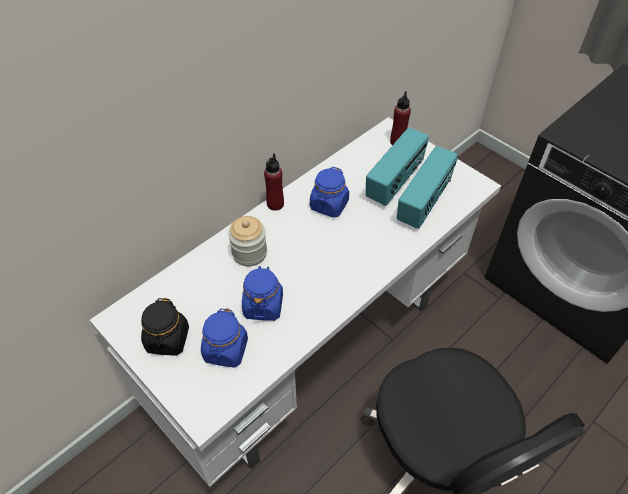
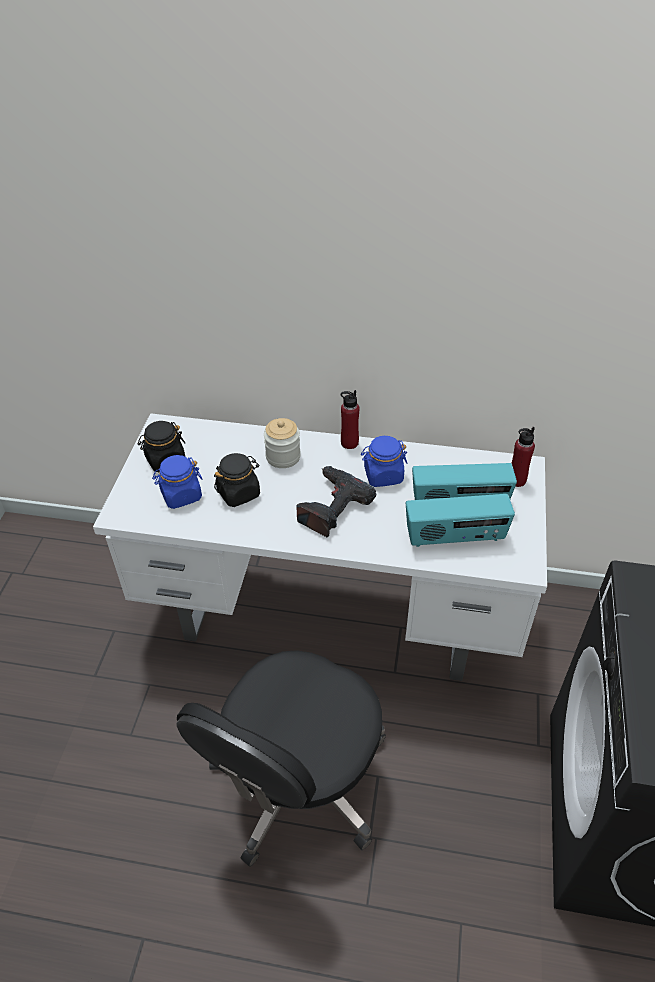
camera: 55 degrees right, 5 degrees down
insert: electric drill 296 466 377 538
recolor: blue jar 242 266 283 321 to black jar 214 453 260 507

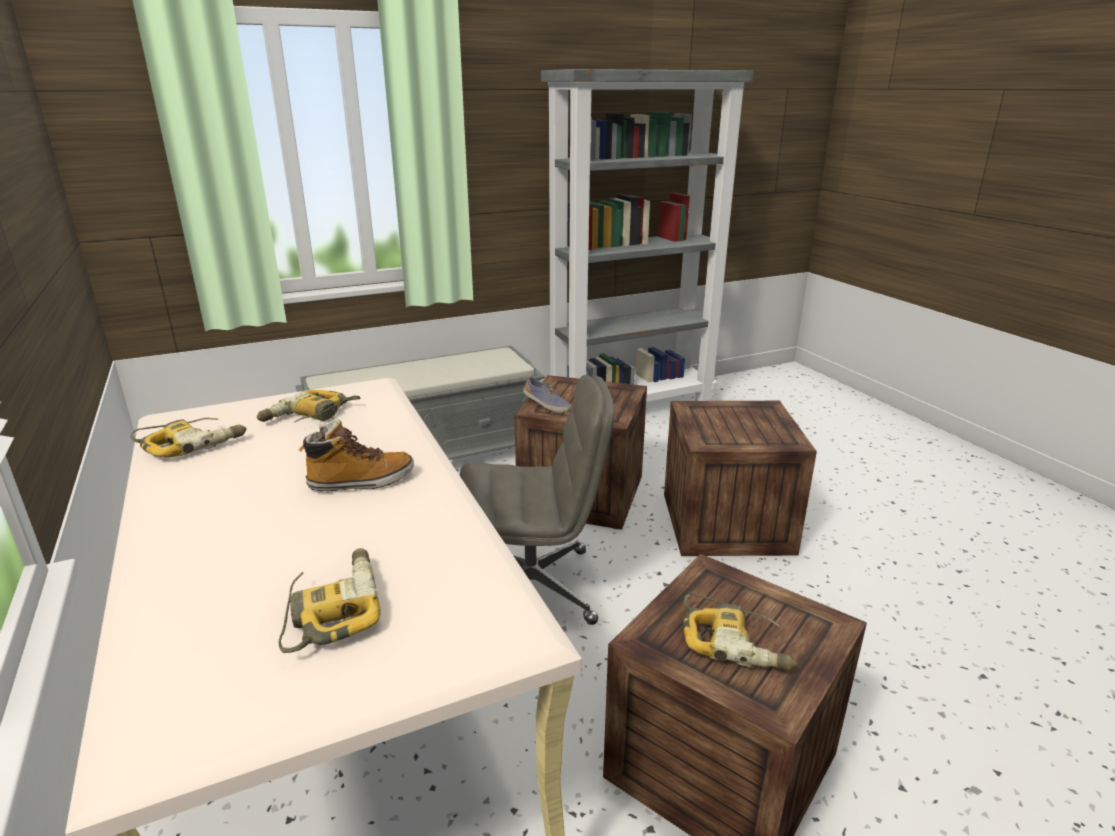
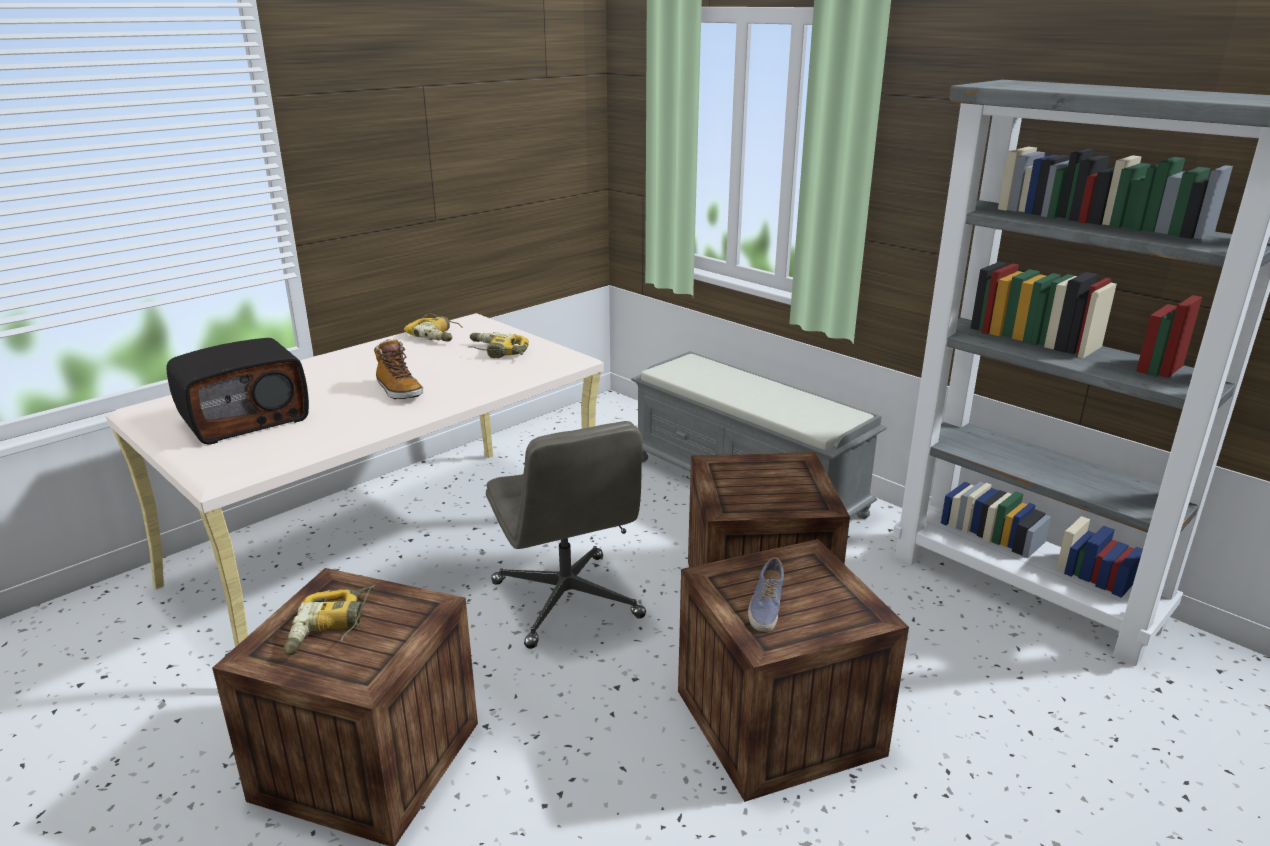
camera: 70 degrees right, 0 degrees up
move: shoe 523 377 572 412 to 748 557 784 632
replace: electric drill 279 548 381 653 to radio set 166 338 309 445

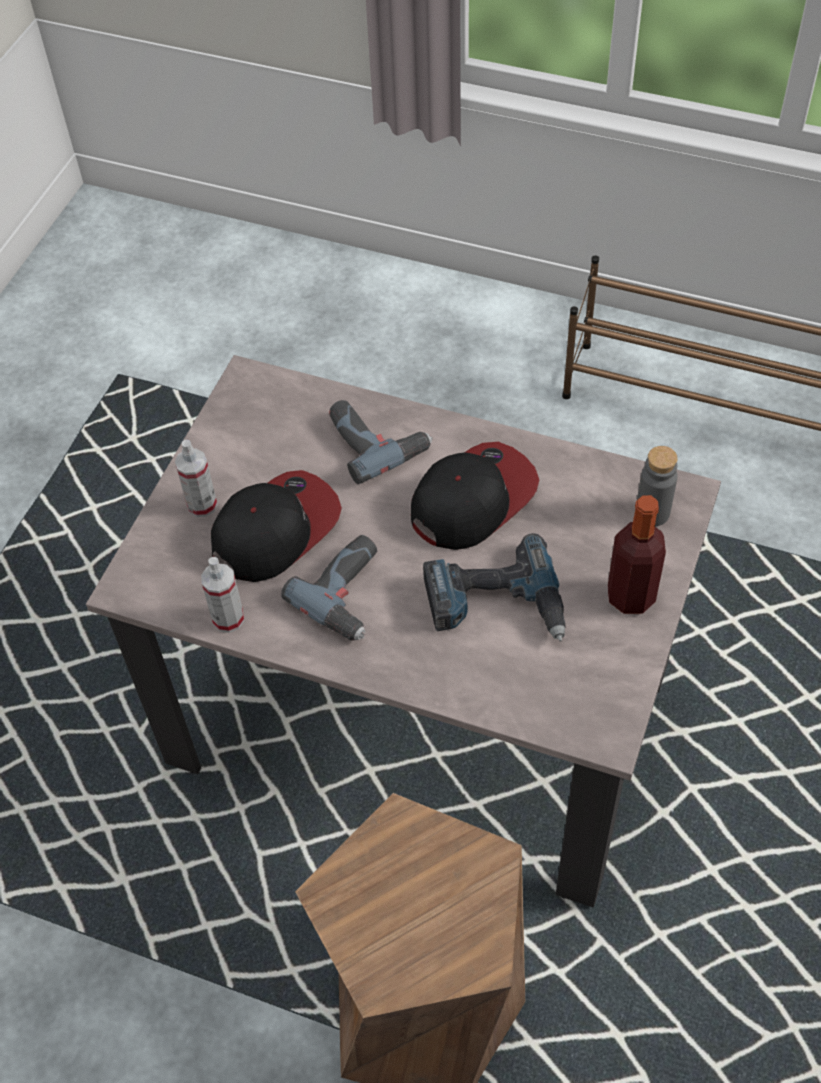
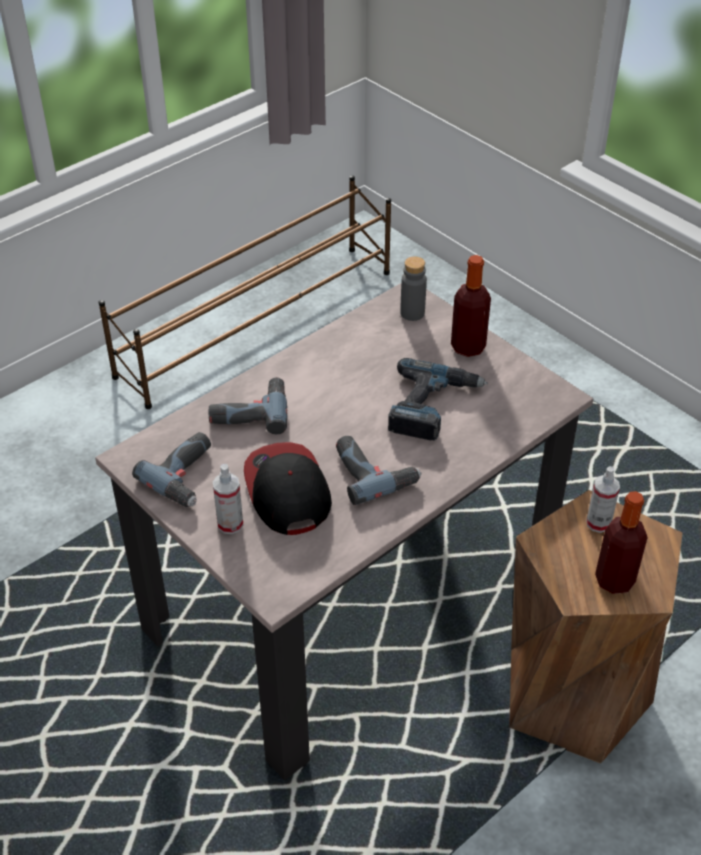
camera: 65 degrees left, 10 degrees down
delete: baseball cap 411 442 539 550
insert: electric drill 132 432 211 507; bottle 595 491 647 594
move: sprayer 201 557 244 633 to 586 466 620 533

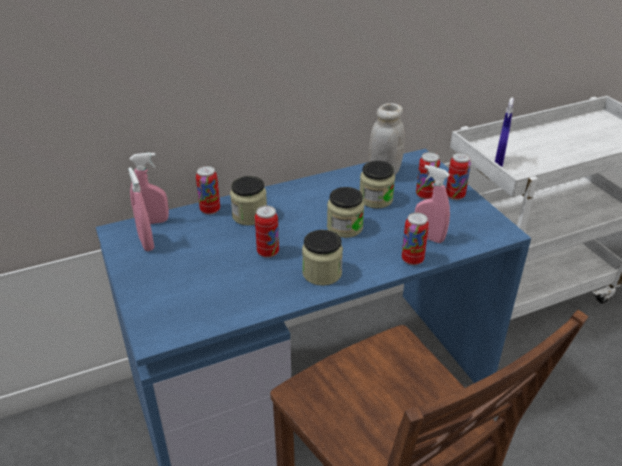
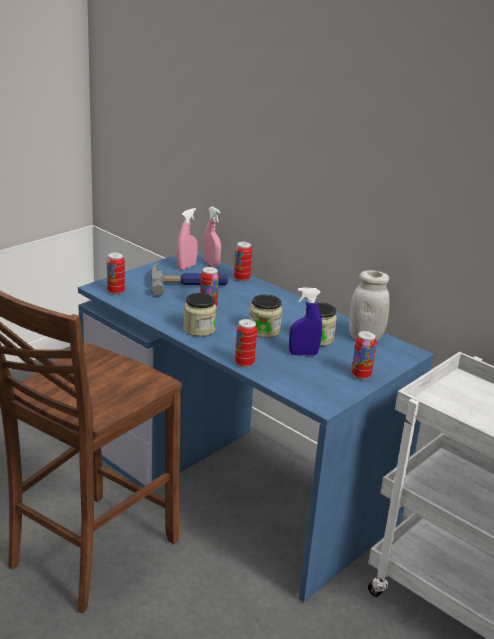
camera: 65 degrees right, 10 degrees down
delete: jar 230 176 267 226; pink sprayer 415 165 450 243
insert: hand hammer 151 263 228 296
move: sealed can 416 152 440 200 to 107 252 125 295; blue sprayer 495 97 514 167 to 289 287 322 355

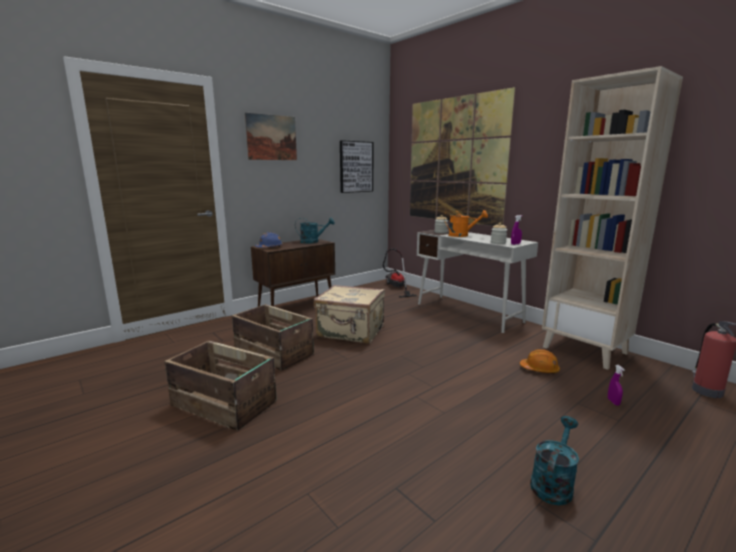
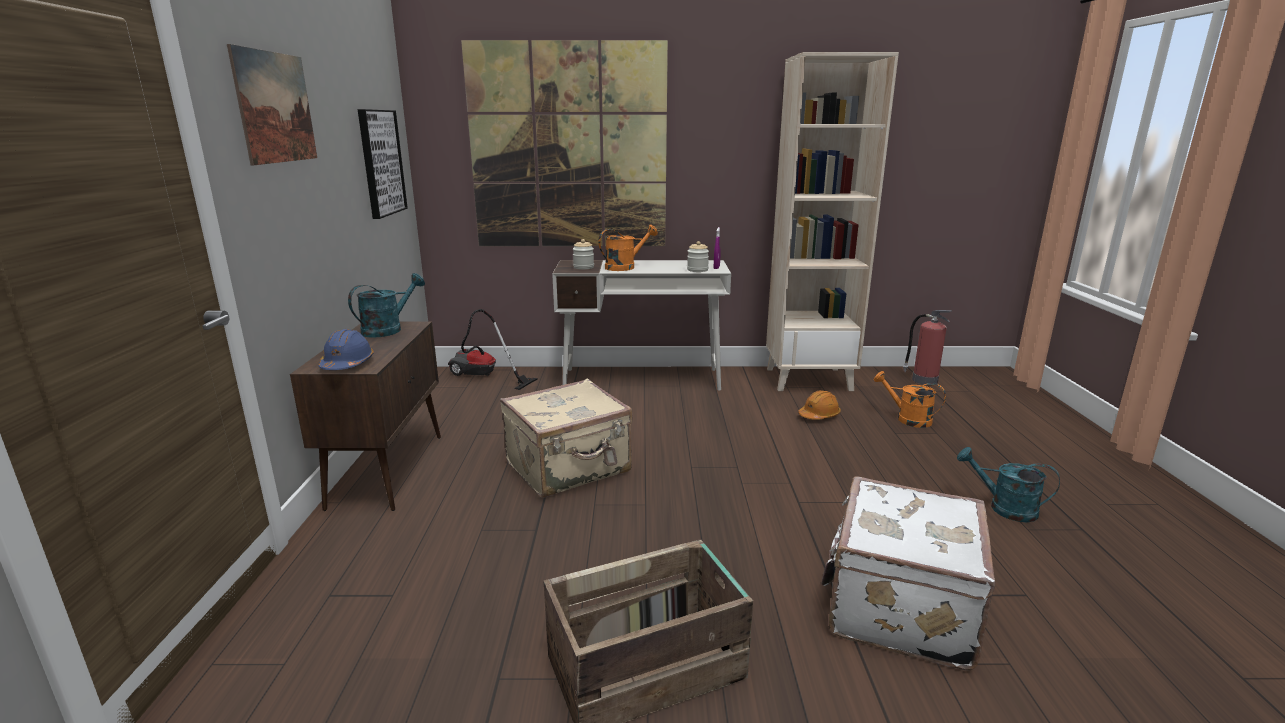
camera: 50 degrees left, 5 degrees up
delete: crate 232 304 314 371
insert: whitish suitcase 821 476 995 670
replace: purple sprayer 608 365 625 406 to orangey sprinkling can 874 371 946 428
rotate: turquoise sprinkling can 530 416 579 505 = 957 447 1060 522 45 degrees counterclockwise

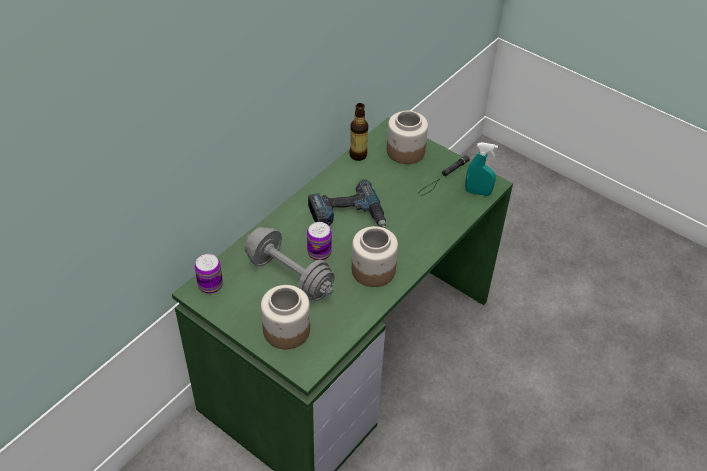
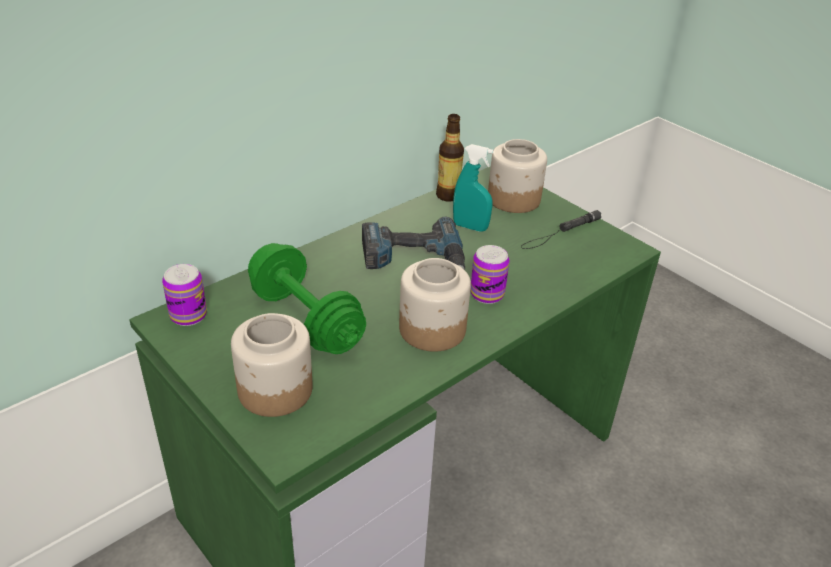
camera: 10 degrees right, 10 degrees down
move: sealed can 307 222 332 260 to 470 245 510 304; turquoise sprayer 465 142 498 196 to 453 144 494 231
recolor: greyish hand weight 245 227 335 301 to green hand weight 248 243 366 354

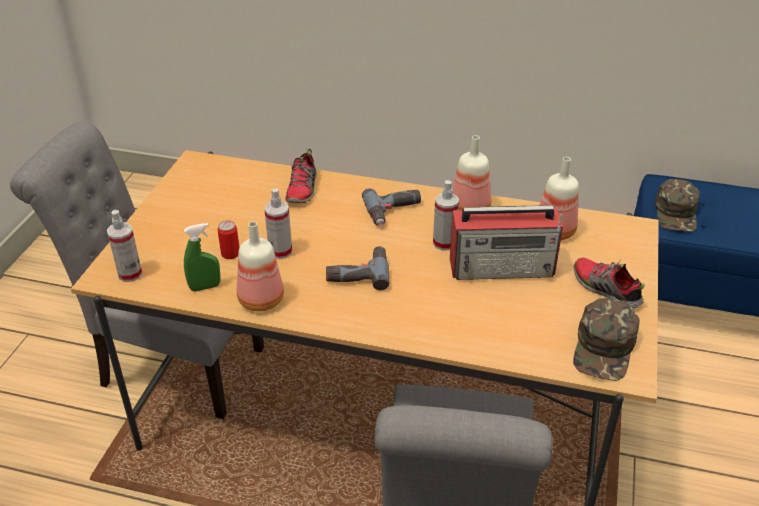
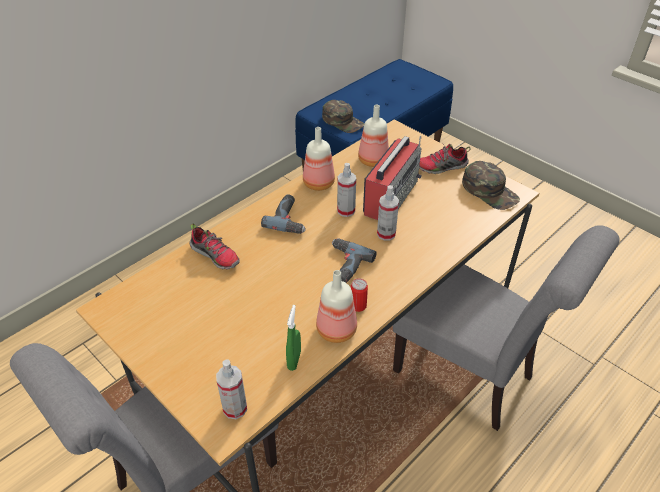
camera: 60 degrees left, 5 degrees up
move: sealed can 218 220 240 259 to 350 278 368 312; sprayer 264 189 292 259 to 377 185 399 241

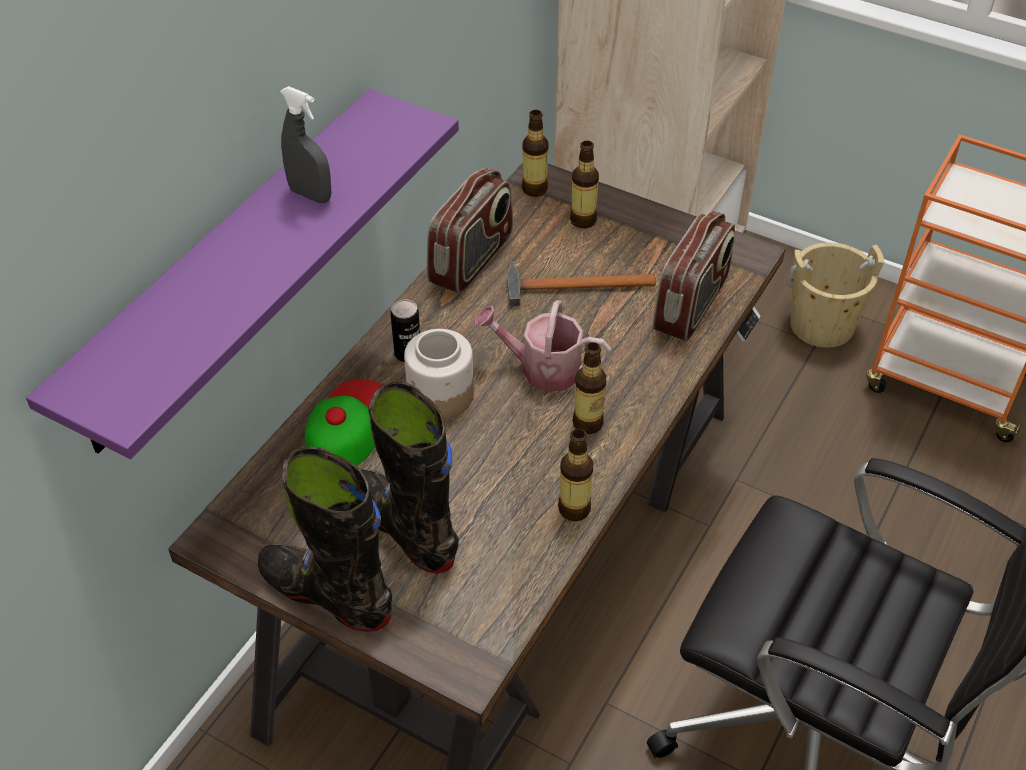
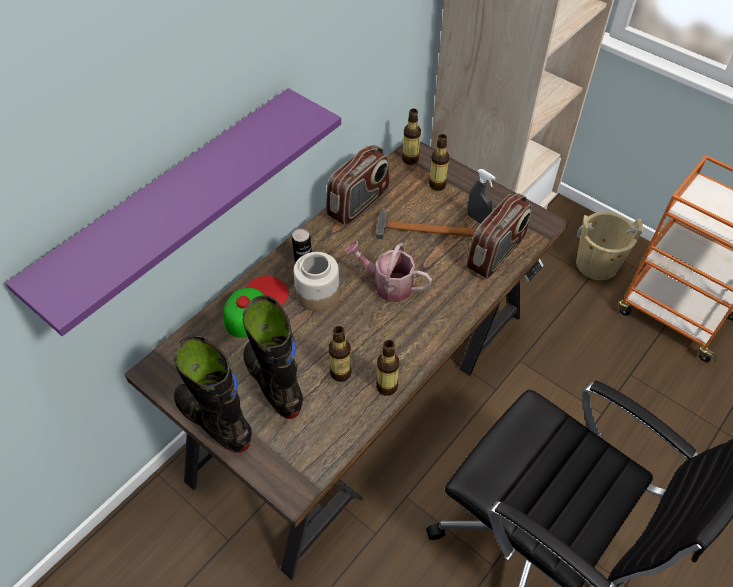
camera: 10 degrees right, 5 degrees up
move: greyish sprayer 280 86 331 203 to 467 169 496 224; bottle 573 342 606 434 to 329 326 352 382

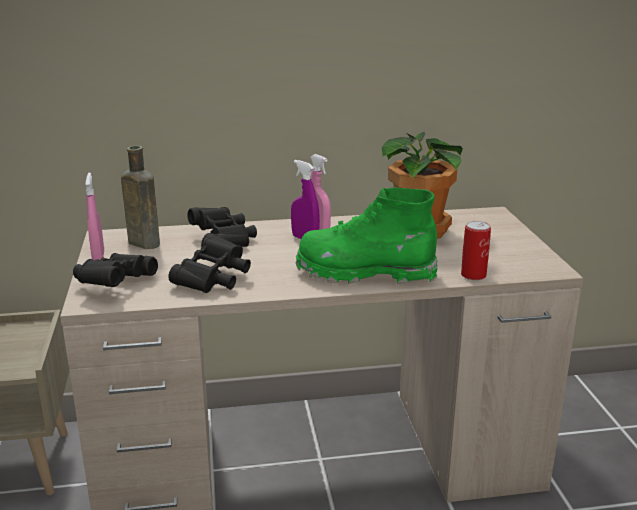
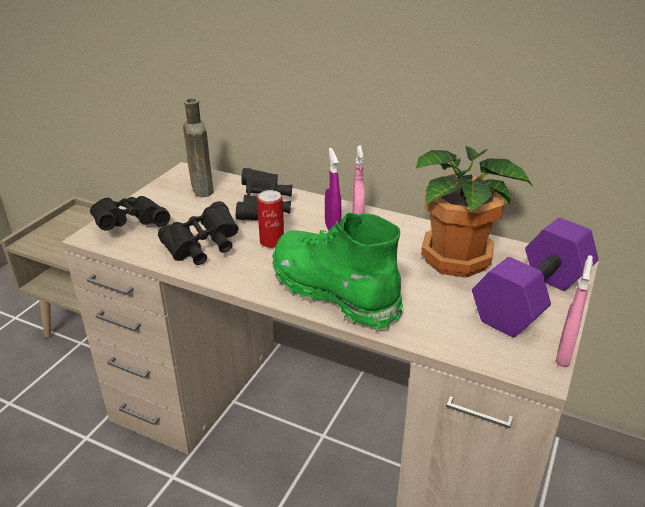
camera: 35 degrees right, 10 degrees up
insert: purple hand weight 472 218 599 337
move: pink sprayer 85 173 104 260 to 555 255 593 367; sealed can 461 221 491 280 to 257 190 284 248

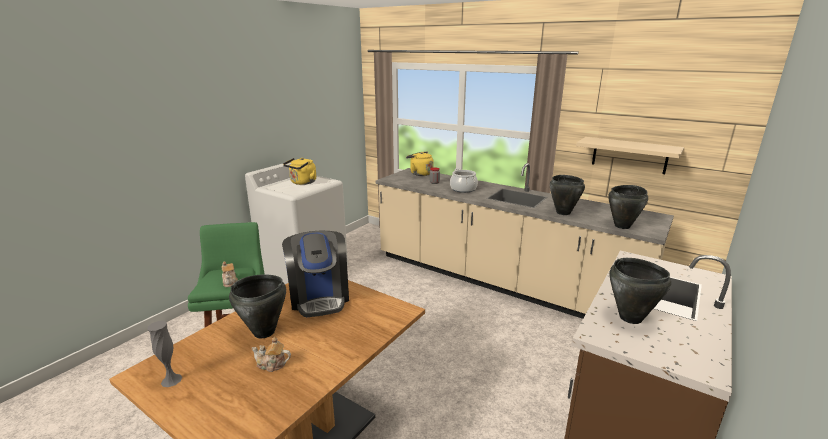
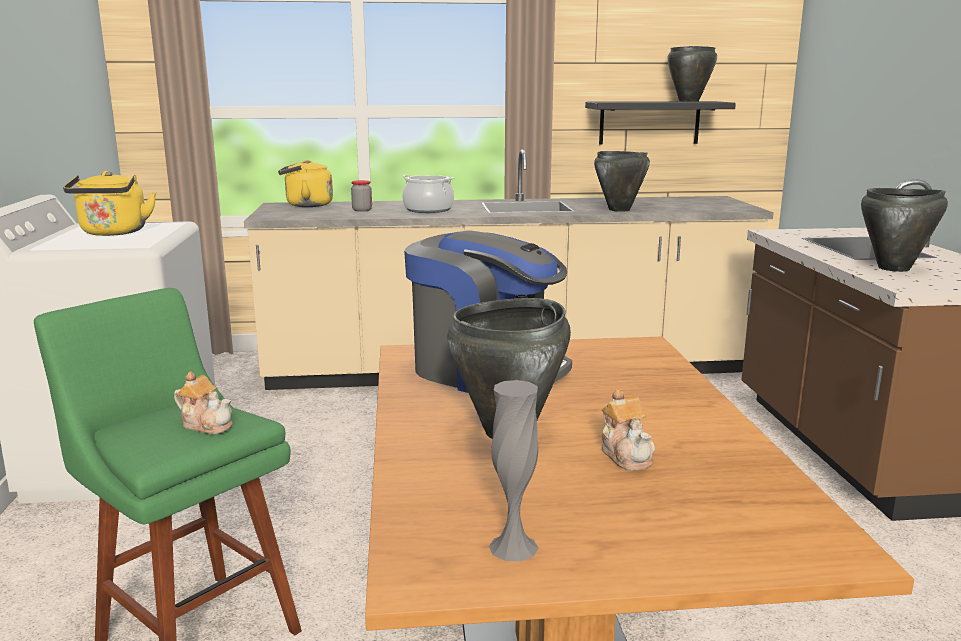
camera: 40 degrees left, 5 degrees down
move: black saucepot 608 185 648 229 to 667 46 717 102
recolor: beige wall shelf 576 137 684 174 to black wall shelf 585 101 736 145
rotate: tea pot 251 337 291 372 = 601 388 655 471 75 degrees counterclockwise

